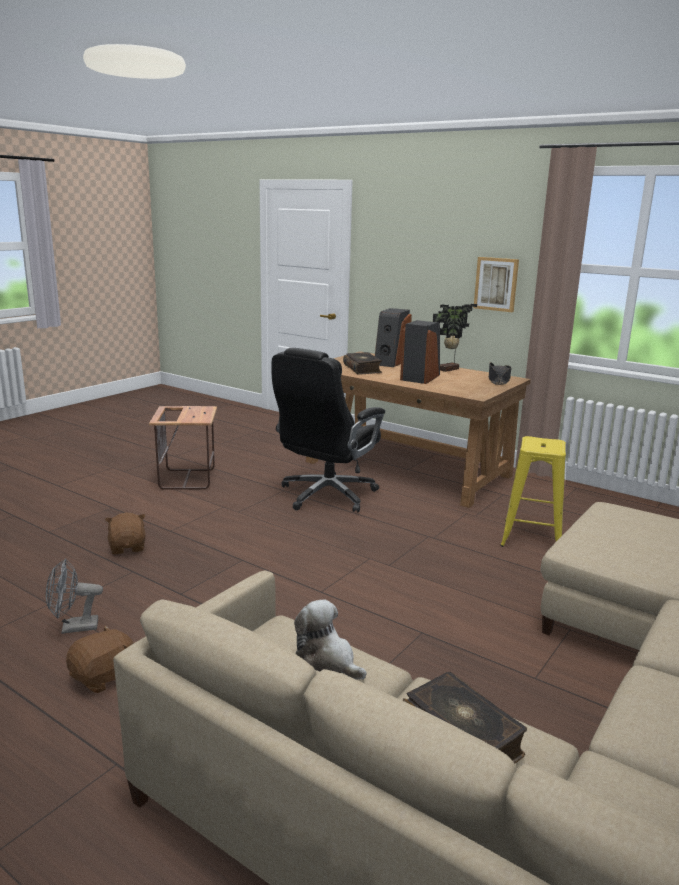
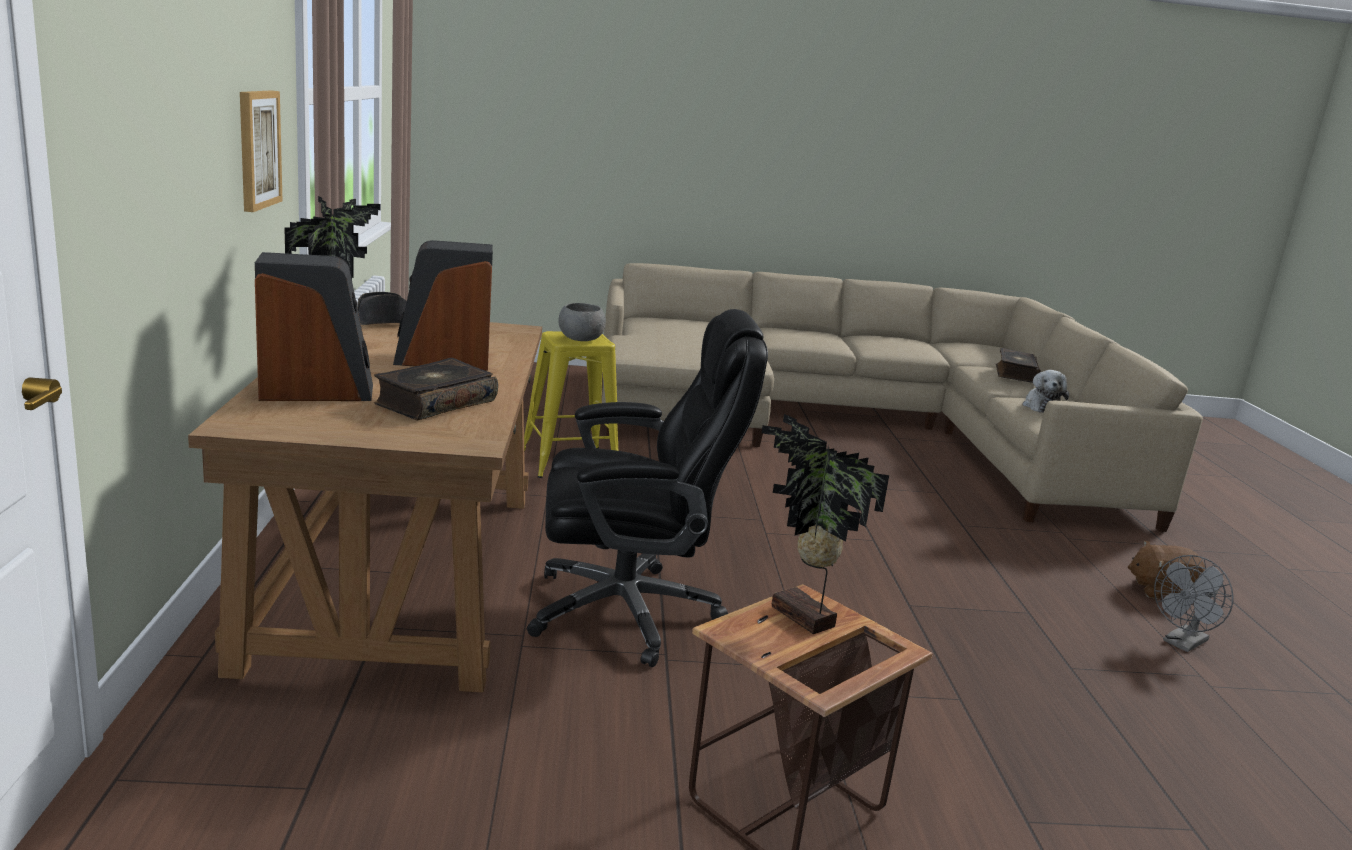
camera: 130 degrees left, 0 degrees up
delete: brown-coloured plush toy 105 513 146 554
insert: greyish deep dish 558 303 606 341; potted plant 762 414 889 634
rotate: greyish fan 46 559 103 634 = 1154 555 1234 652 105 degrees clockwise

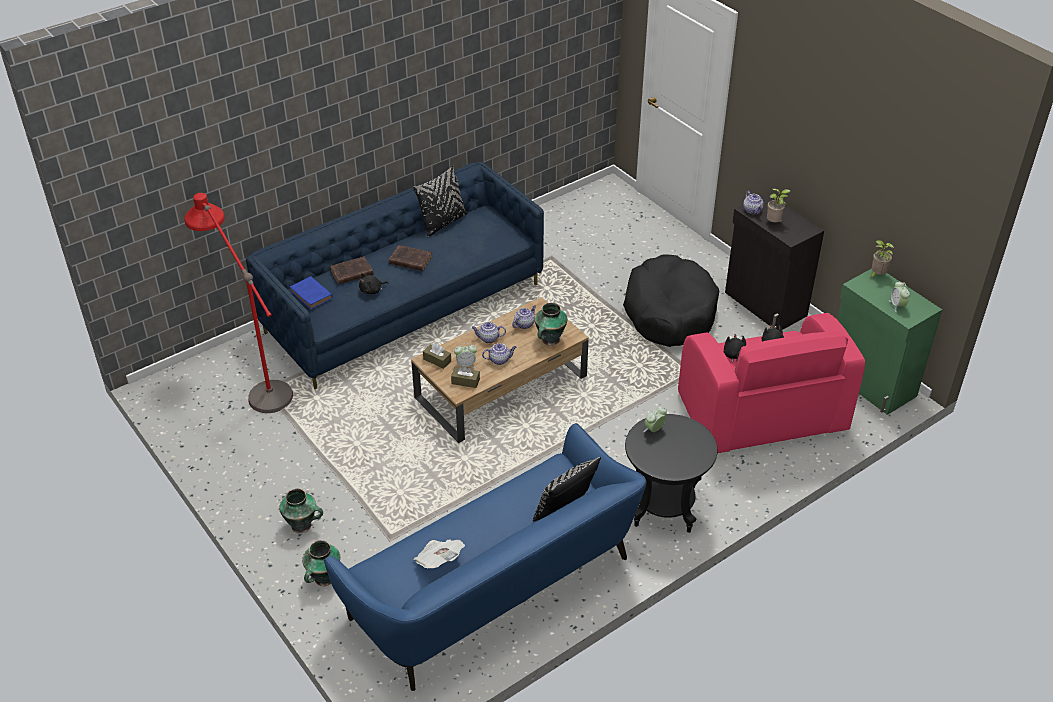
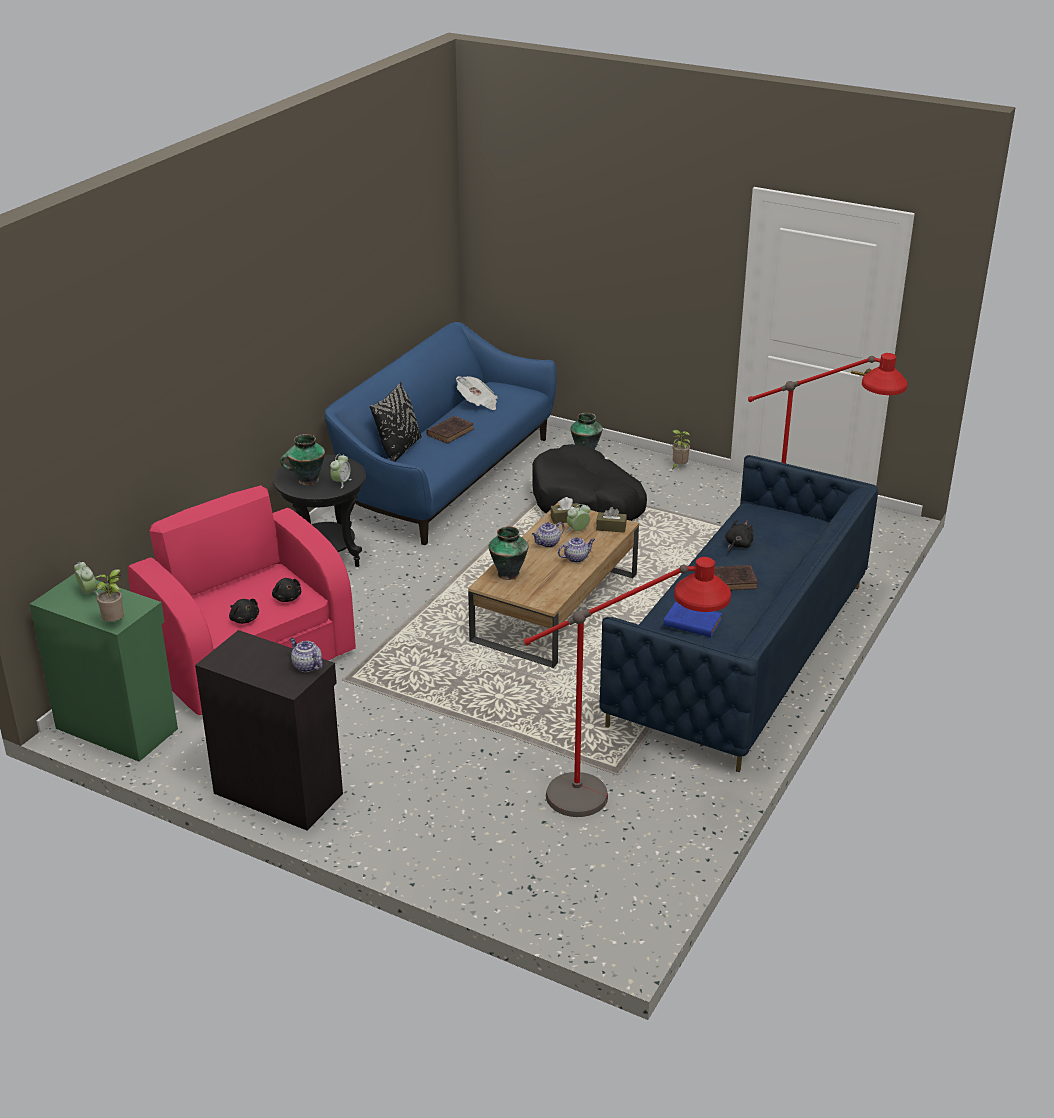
camera: 155 degrees right, 10 degrees down
delete: black throw pillow 413 166 467 237; tea pot 512 305 536 329
insert: red standing lamp 523 557 731 817
move: flower vase 279 489 323 533 to 280 434 325 485; blue bound book 290 276 333 309 to 663 602 722 637; brown-coloured bound book 330 256 374 285 to 426 416 474 444; black dog bed 623 254 719 347 to 532 444 647 521; potted plant 767 189 790 222 to 672 430 690 469

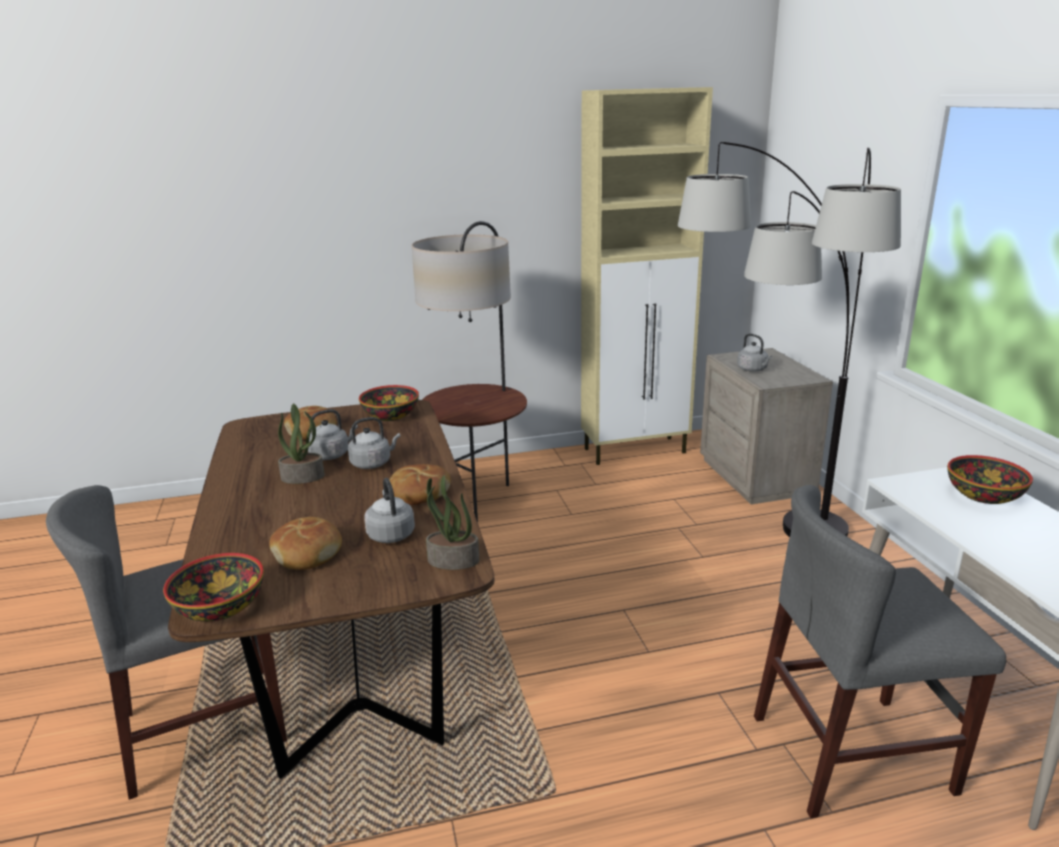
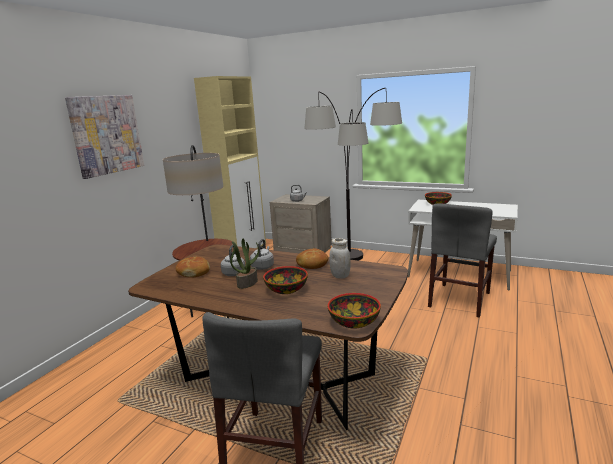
camera: 50 degrees left, 5 degrees down
delete: baked bread 269 517 342 570; potted plant 426 475 479 570
insert: wall picture 65 95 144 179
move: deep dish 359 385 419 421 to 263 266 308 294
replace: greyish water kettle 364 478 415 543 to whitish jar 329 238 350 279

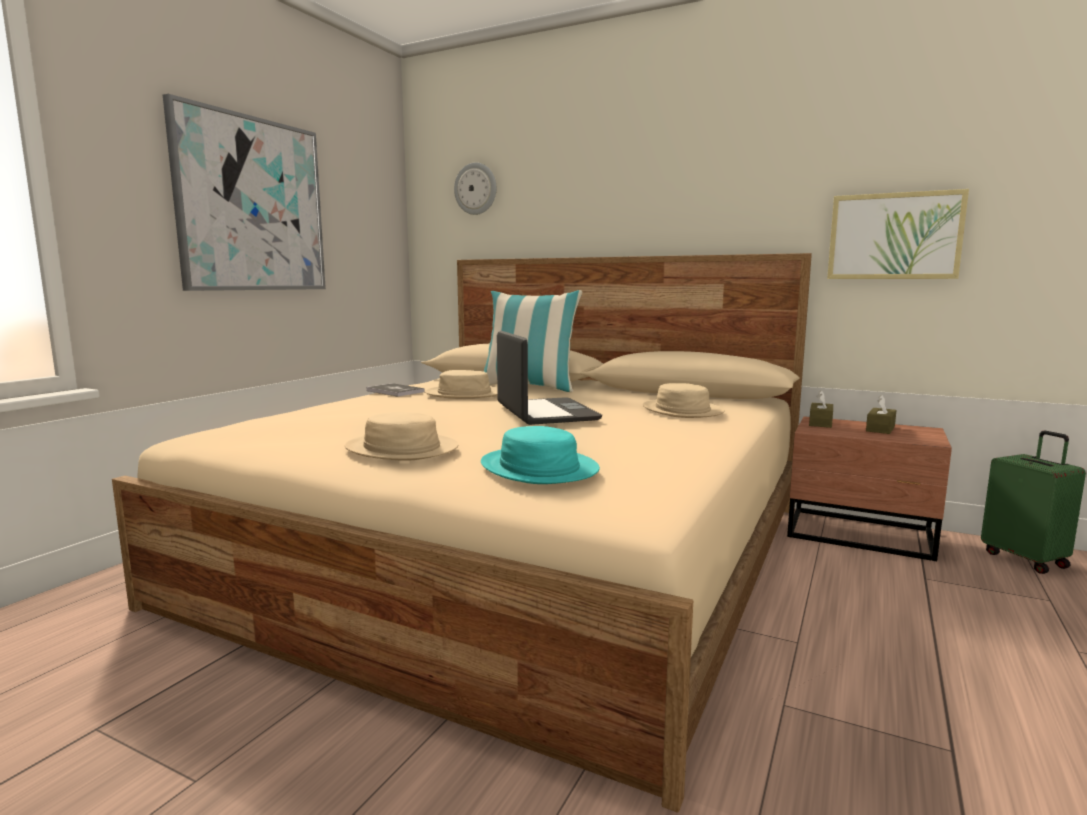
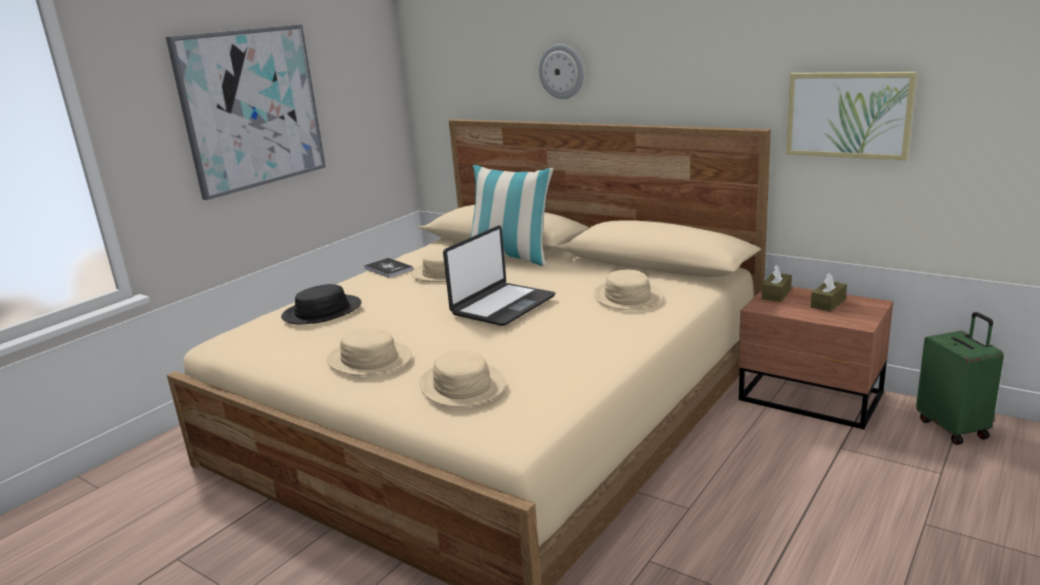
camera: 10 degrees right, 10 degrees up
insert: black hat 281 284 361 324
move: clock on the wall 454 162 496 215 to 539 44 584 99
recolor: turquoise hat 481 426 600 484 to beige hat 419 350 506 407
rotate: laptop 497 331 602 425 = 443 226 555 326 45 degrees clockwise

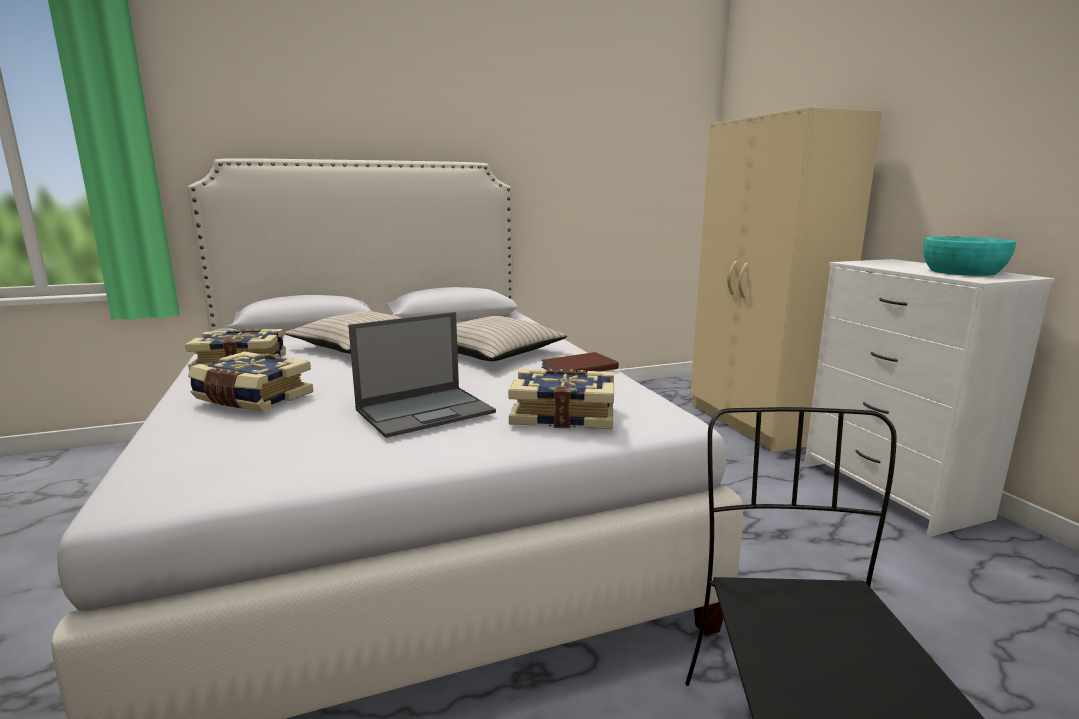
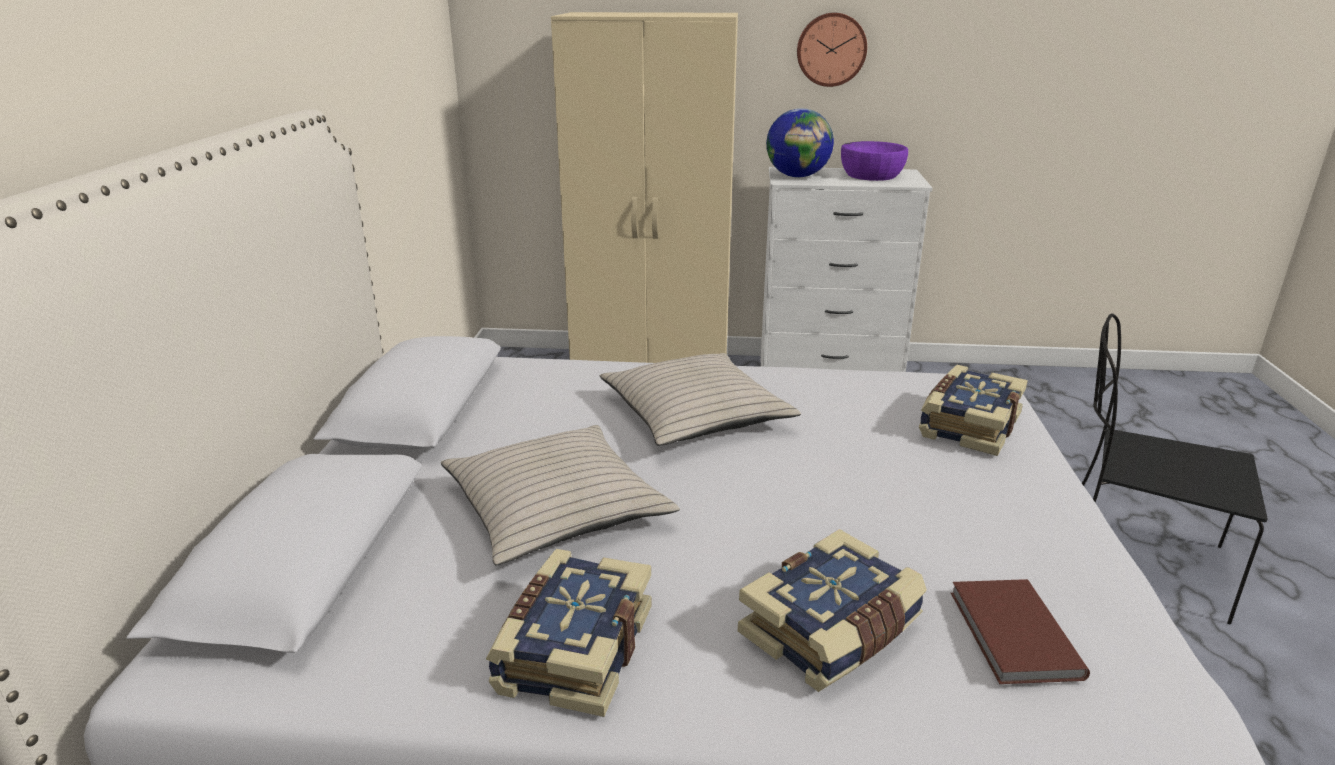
camera: 65 degrees left, 10 degrees up
delete: laptop 348 312 496 438
insert: desk globe 766 108 834 178; clock on the wall 797 13 867 87
move: brown-coloured bound book 541 352 619 373 to 951 579 1090 684
recolor: turquoise deep dish 923 237 1016 276 to purple deep dish 841 141 908 181

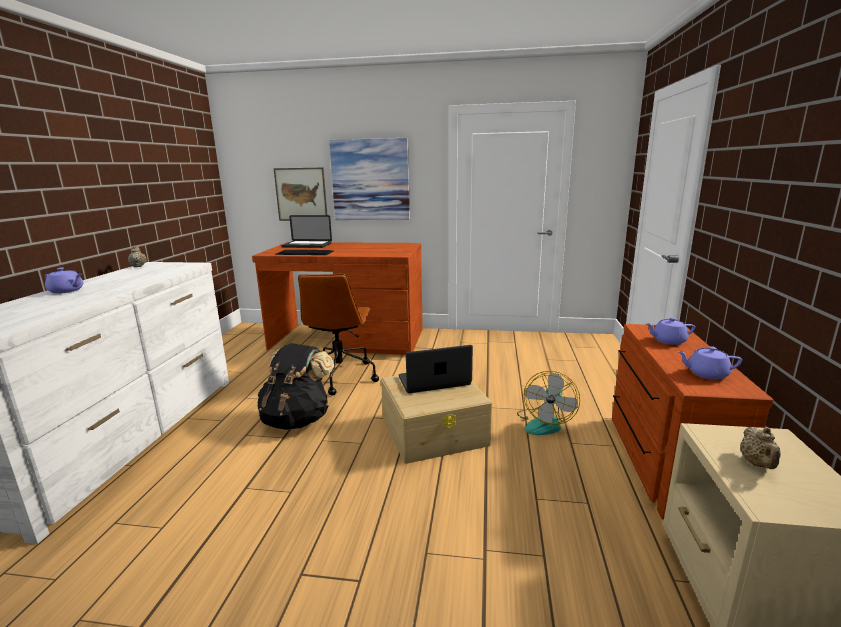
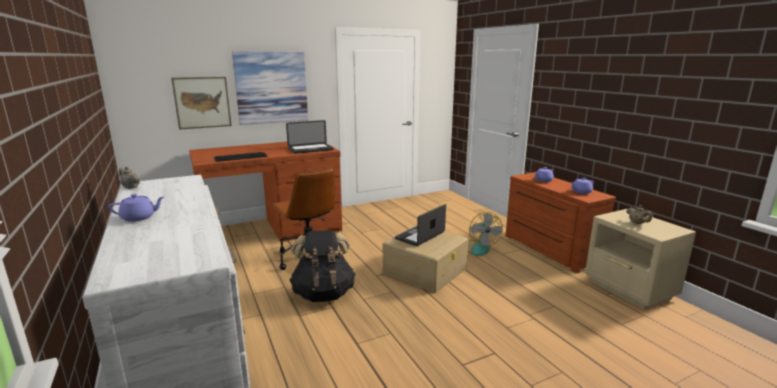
camera: 35 degrees left, 0 degrees up
move: laptop 281 215 332 248 to 286 120 334 154

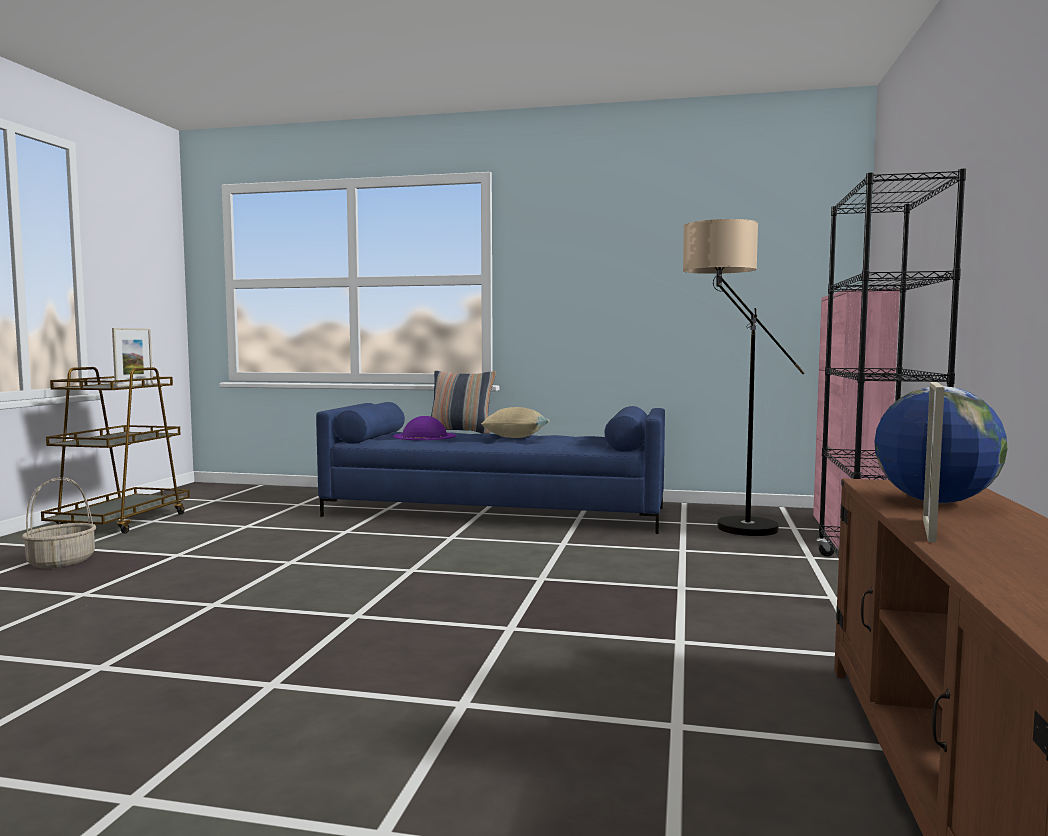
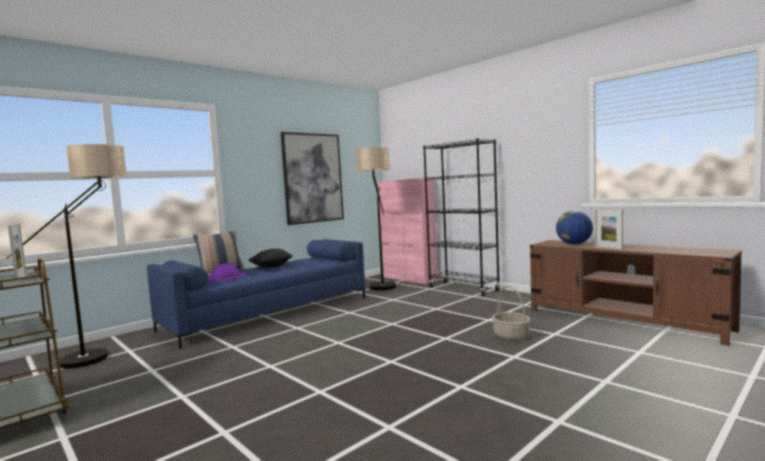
camera: 55 degrees left, 0 degrees up
insert: standing lamp 6 144 127 369; wall picture 281 132 344 225
move: storage basket 22 477 96 568 to 492 286 531 341
recolor: beige throw pillow 481 407 550 438 to black throw pillow 248 249 293 268

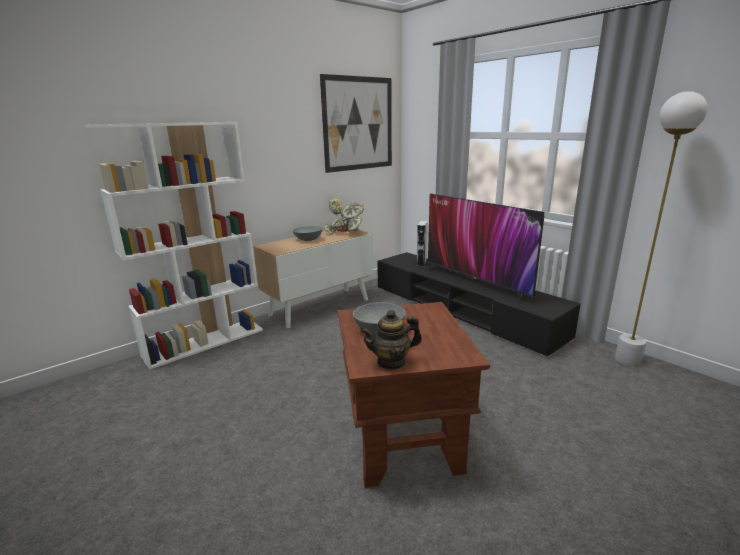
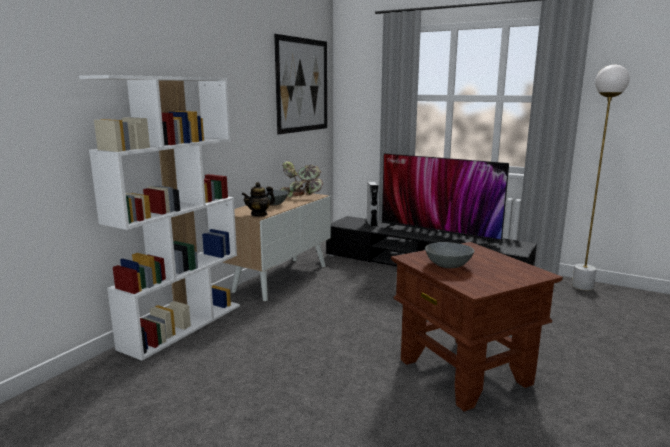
camera: 20 degrees left, 5 degrees down
move: tea pot 360 309 422 370 to 242 182 275 217

